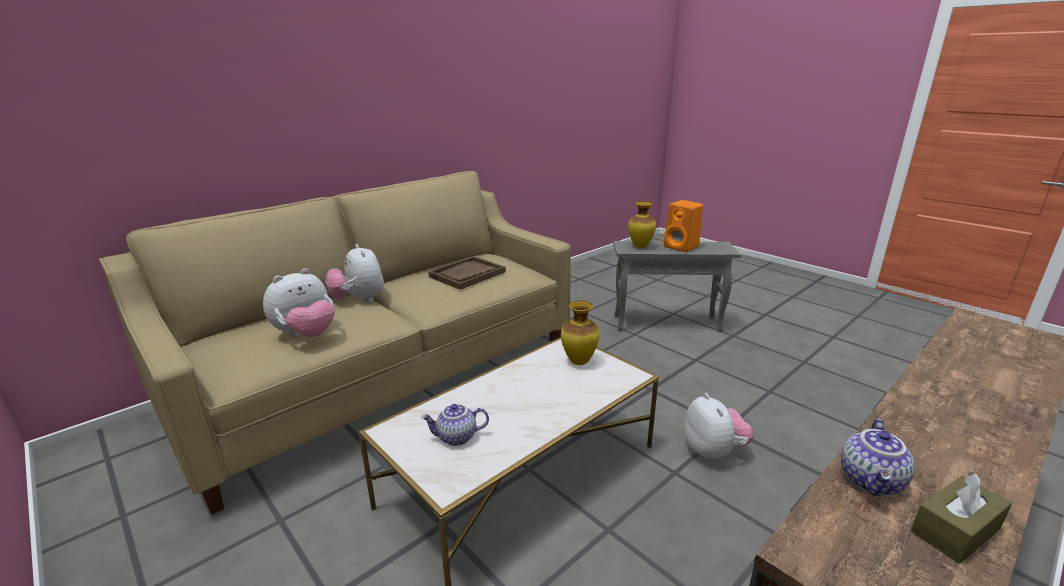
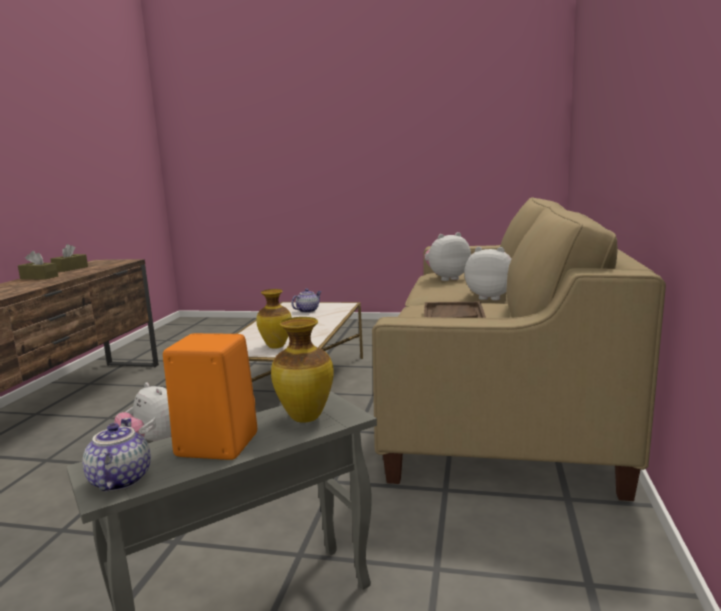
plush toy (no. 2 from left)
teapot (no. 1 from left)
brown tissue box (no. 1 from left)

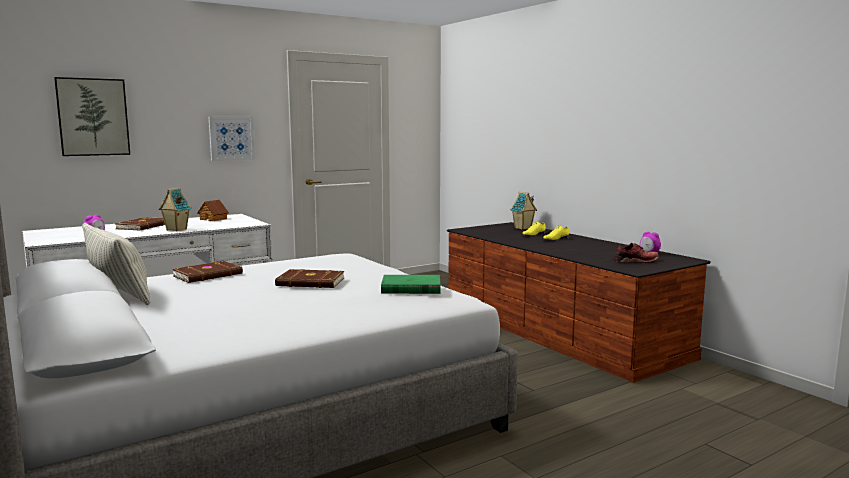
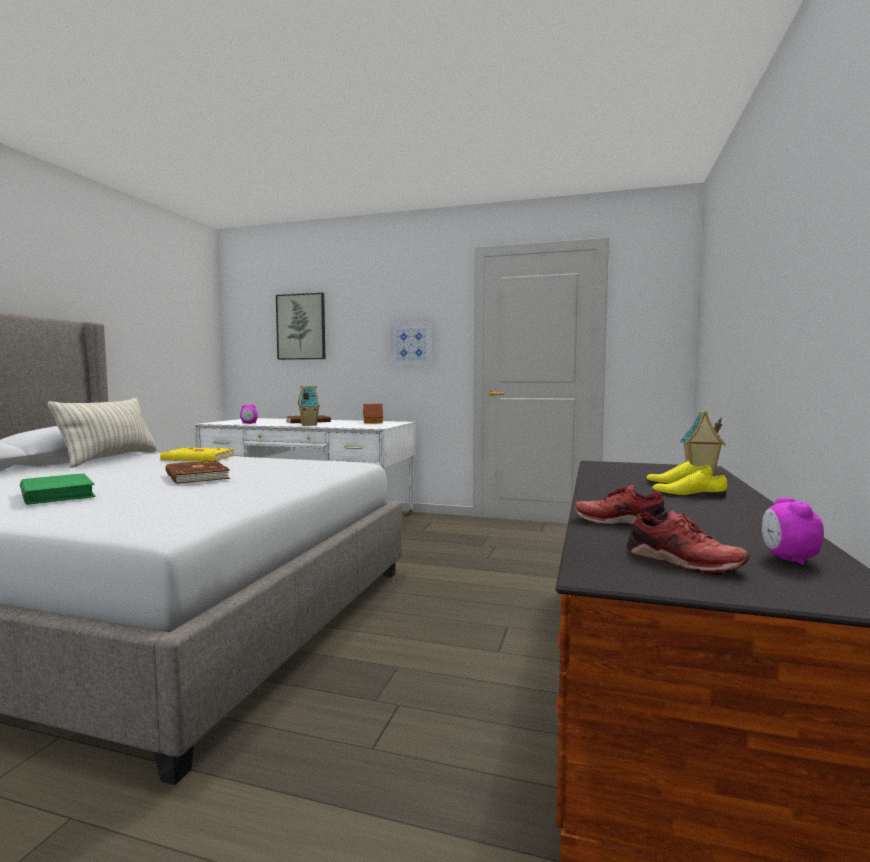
yellow book
green book
red shoe (no. 1 from left)

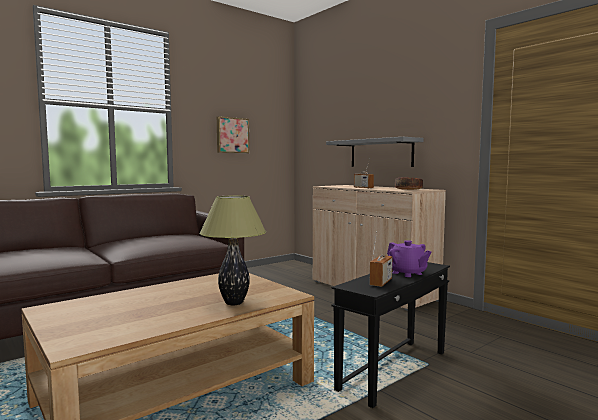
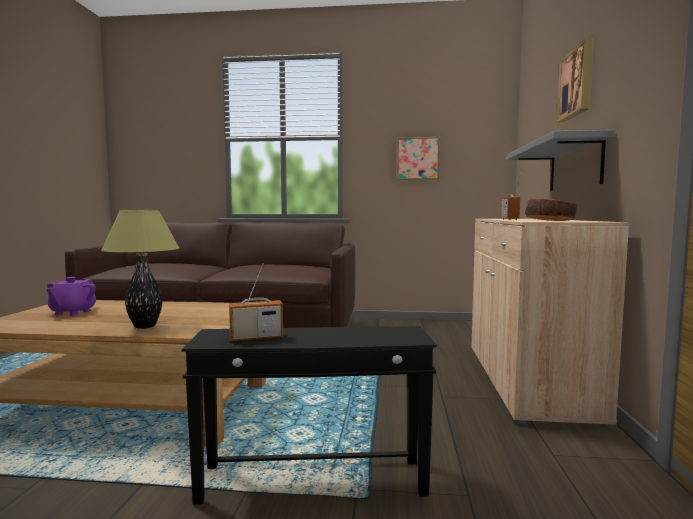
purple teapot
picture (no. 2 from left)

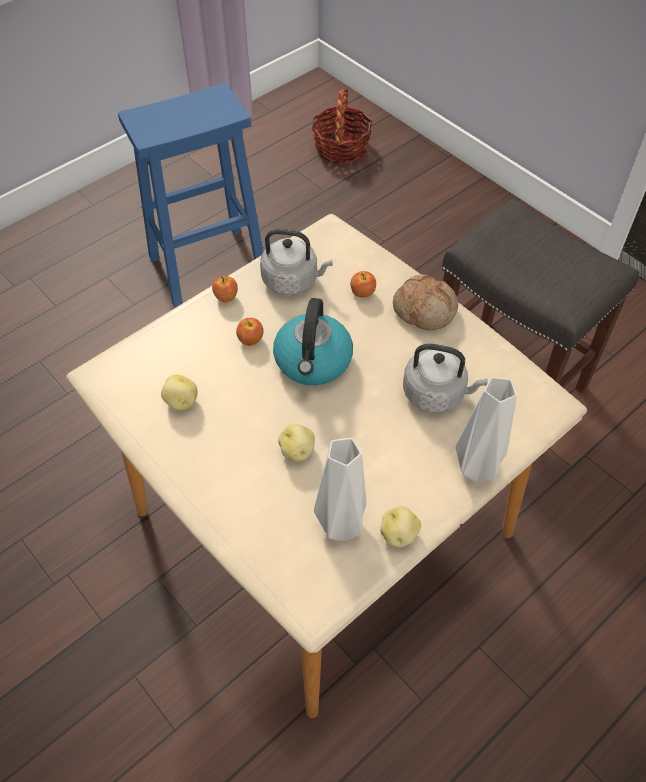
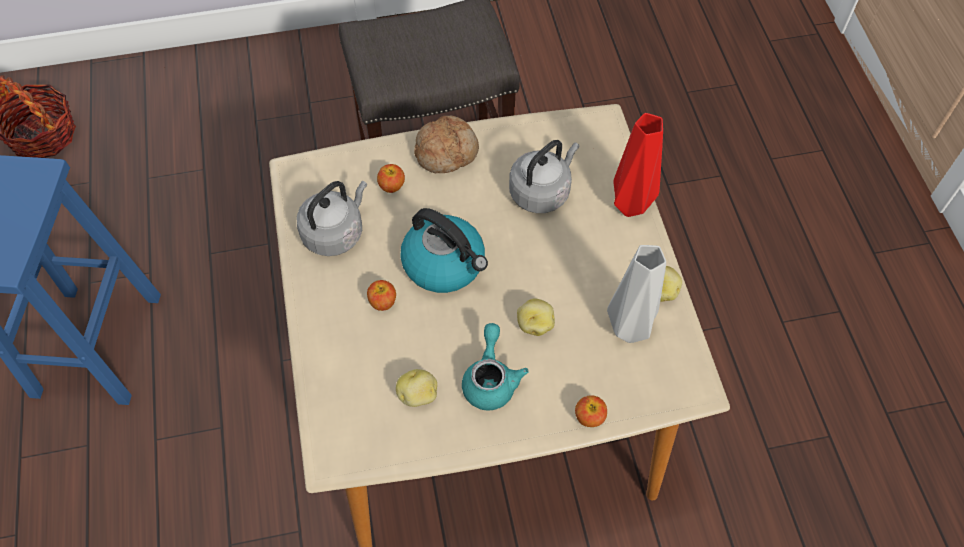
apple (no. 3 from left)
red vase
turquoise teapot

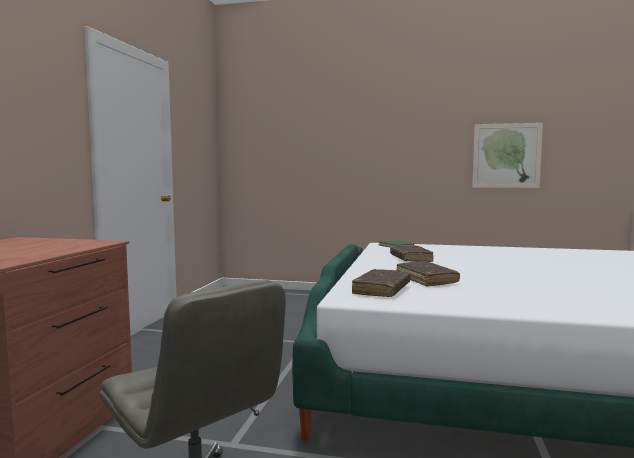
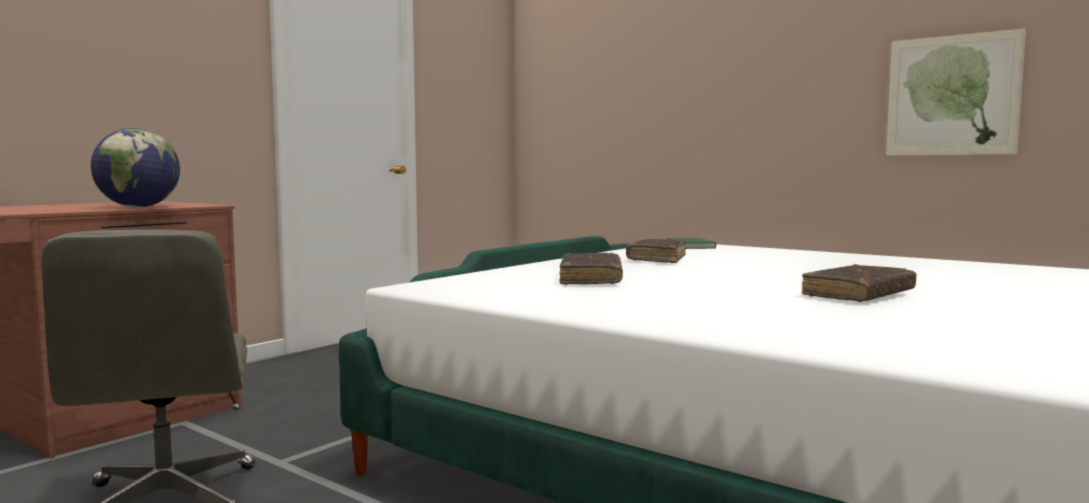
brown book (no. 3 from left)
globe

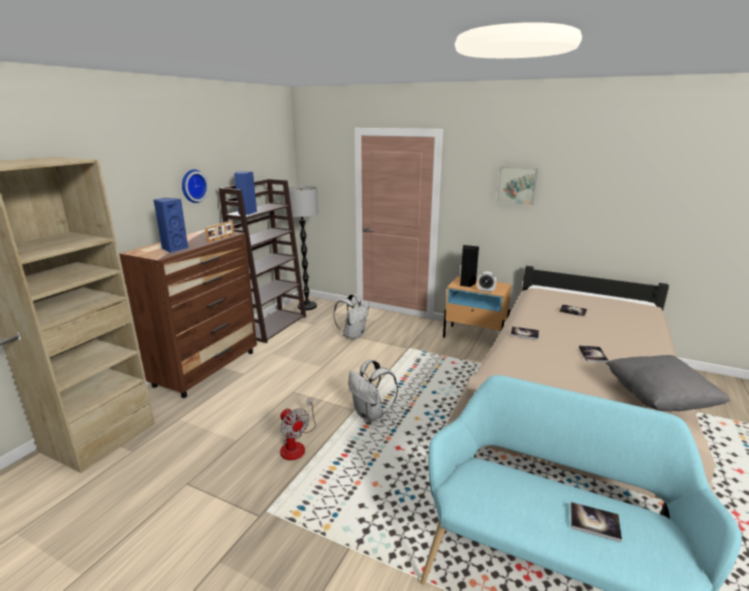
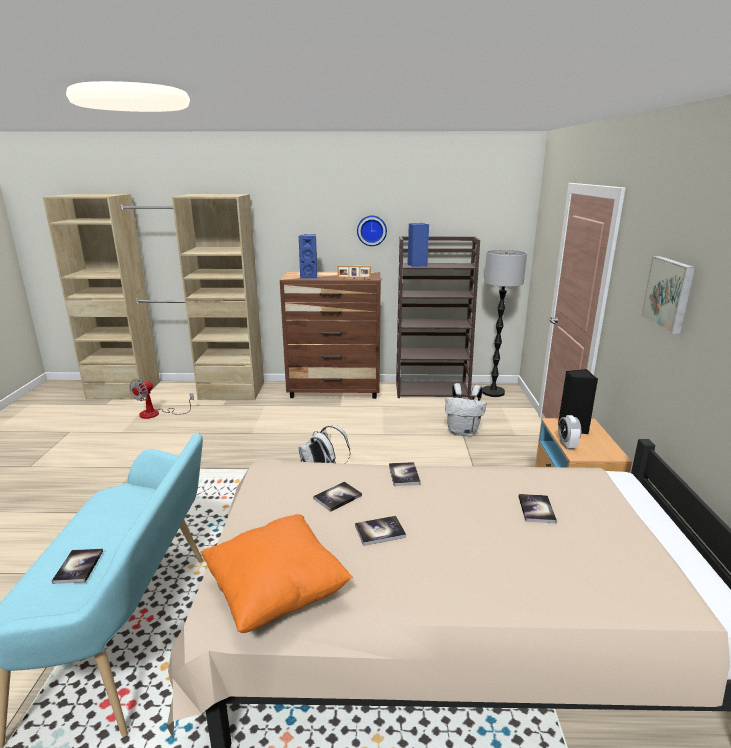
orange pillow
fan
book (no. 2 from left)

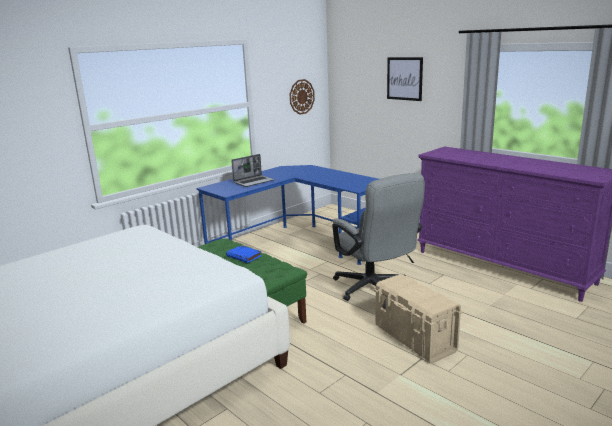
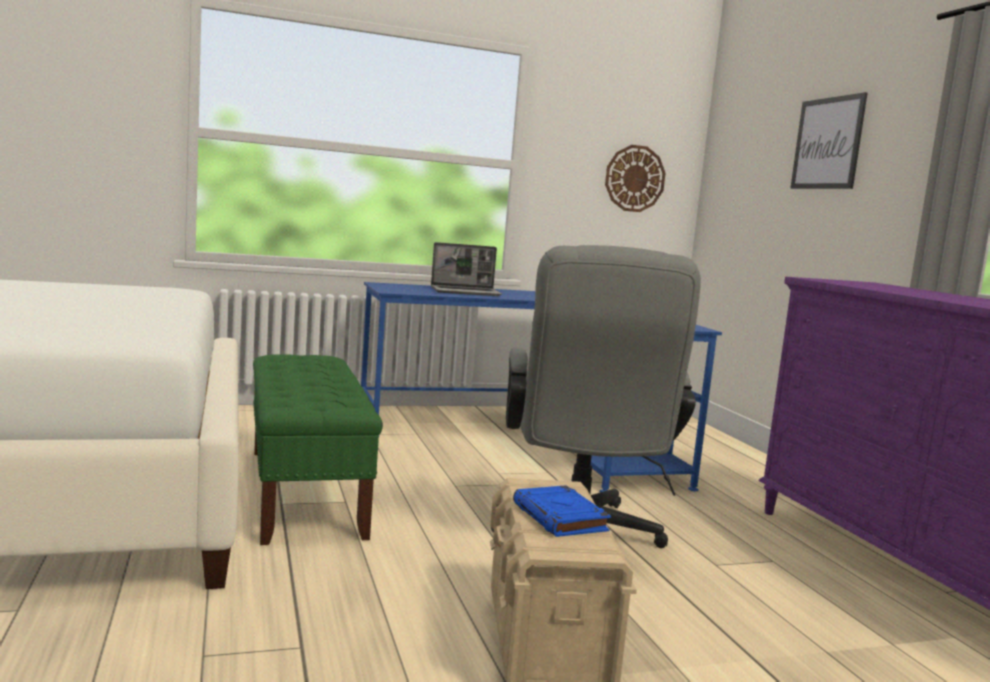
blue book

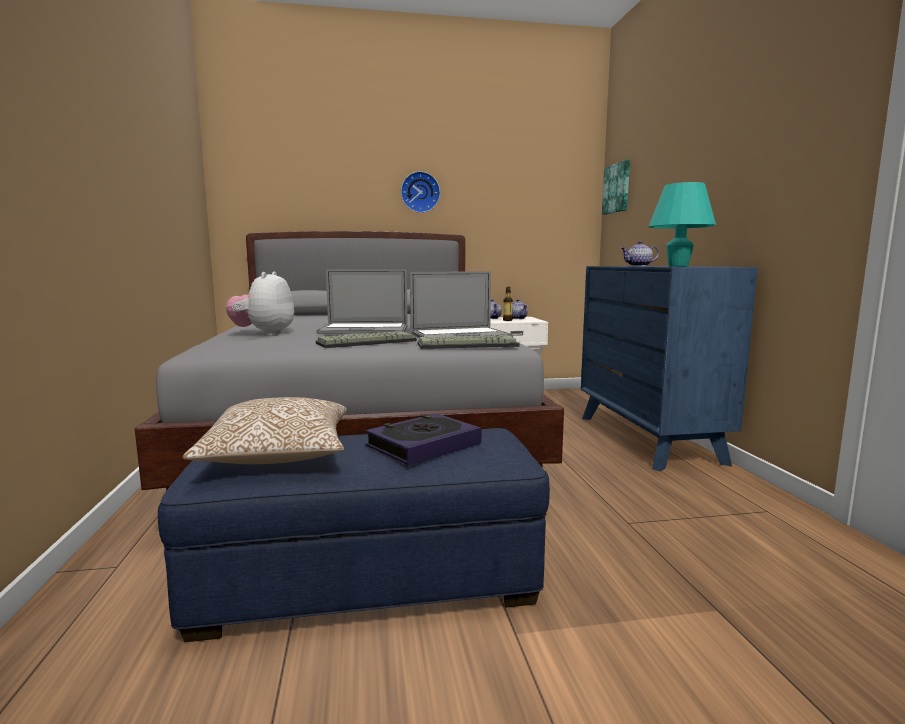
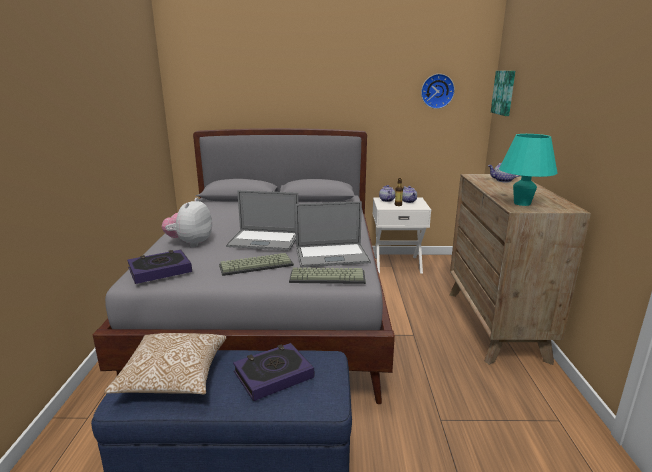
wall clock
brown dresser
book (no. 1 from left)

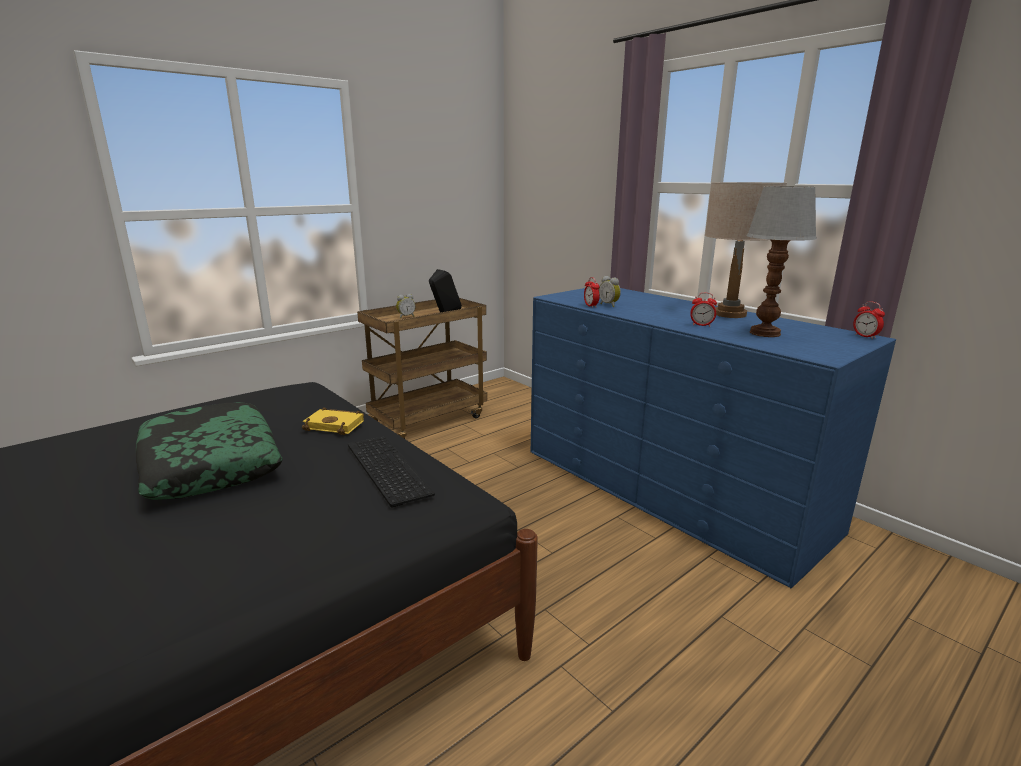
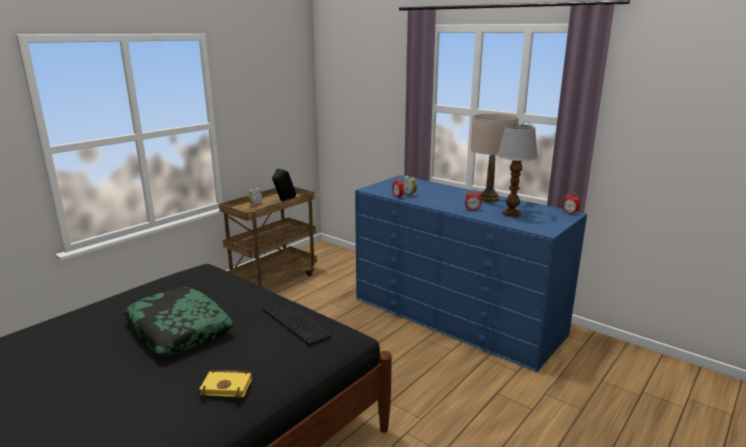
yellow book

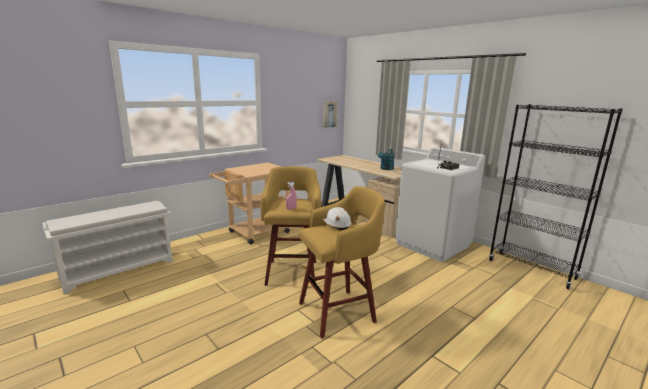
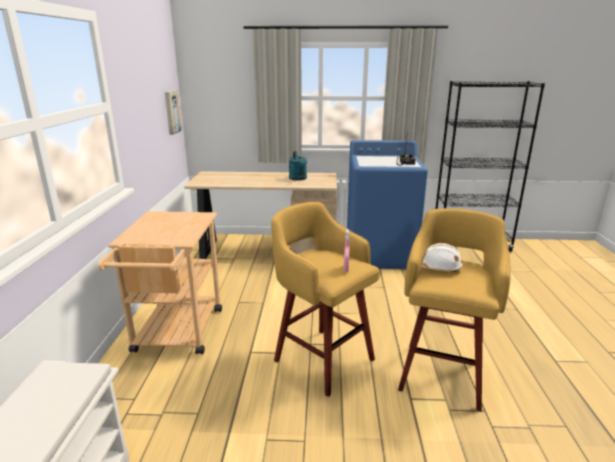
blue washing machine

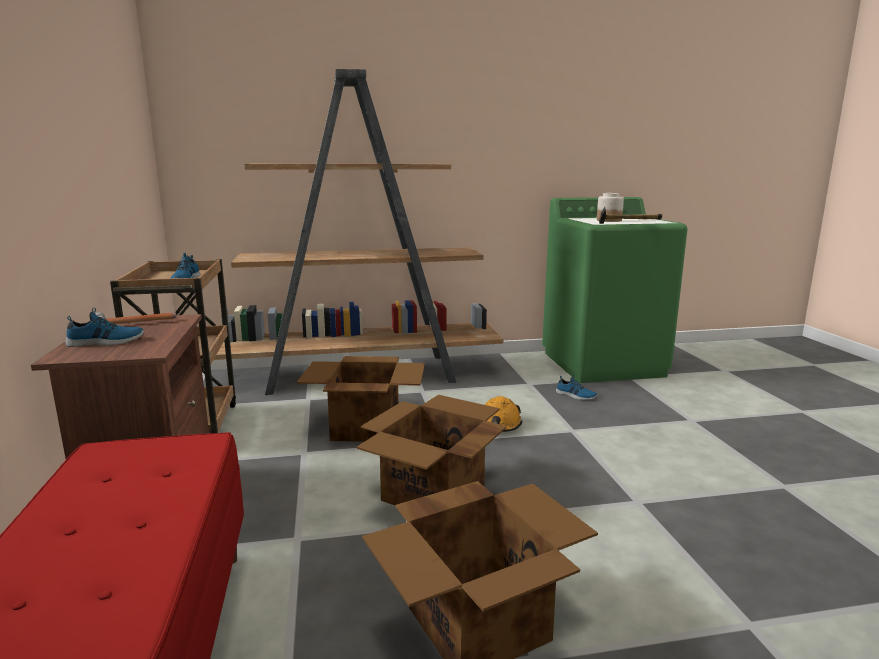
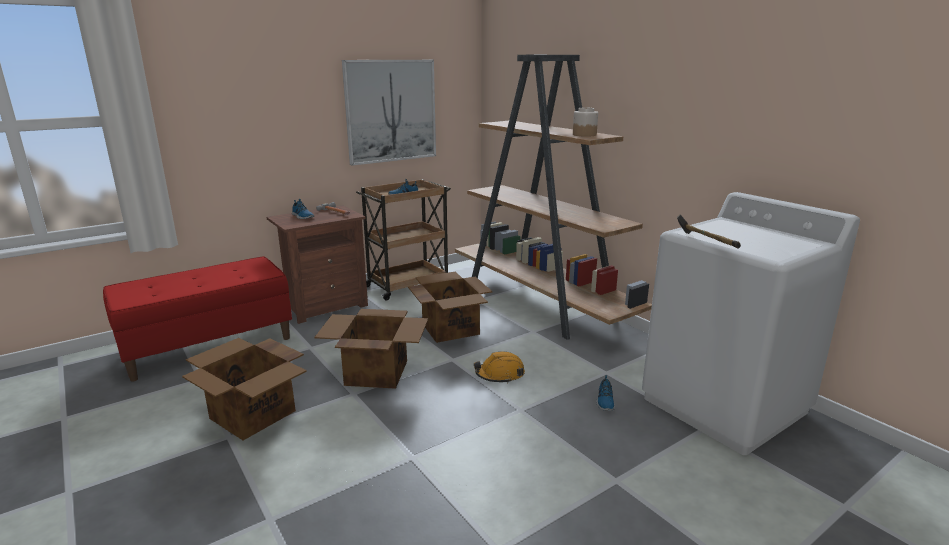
jar
white washing machine
picture

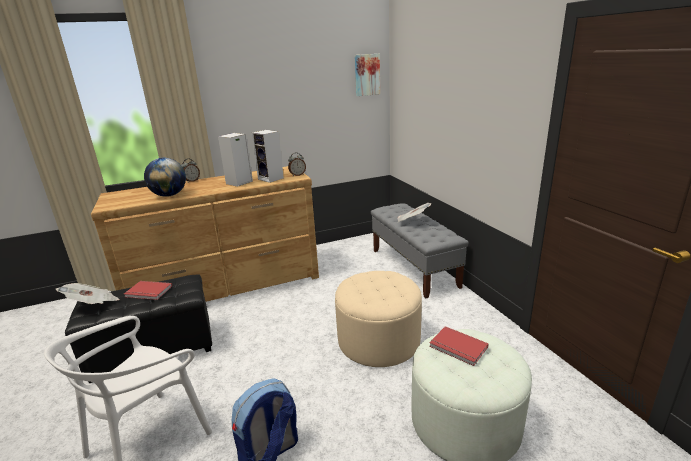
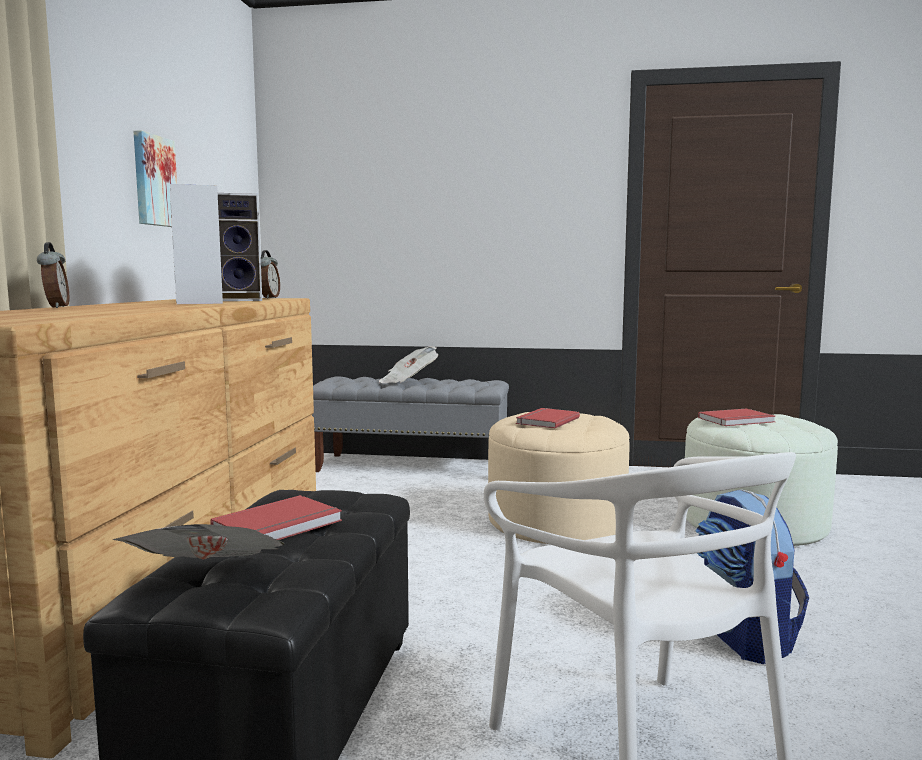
picture
globe
red book (no. 2 from left)

